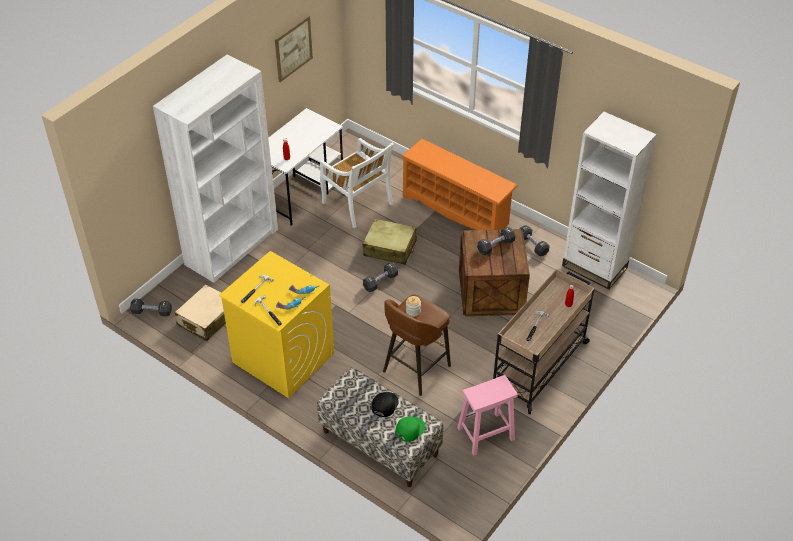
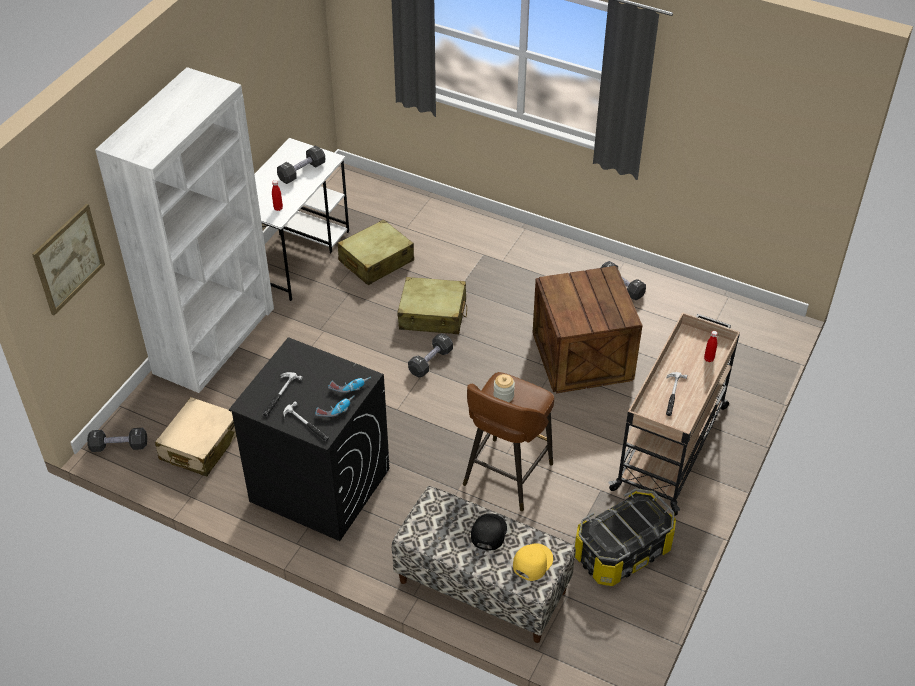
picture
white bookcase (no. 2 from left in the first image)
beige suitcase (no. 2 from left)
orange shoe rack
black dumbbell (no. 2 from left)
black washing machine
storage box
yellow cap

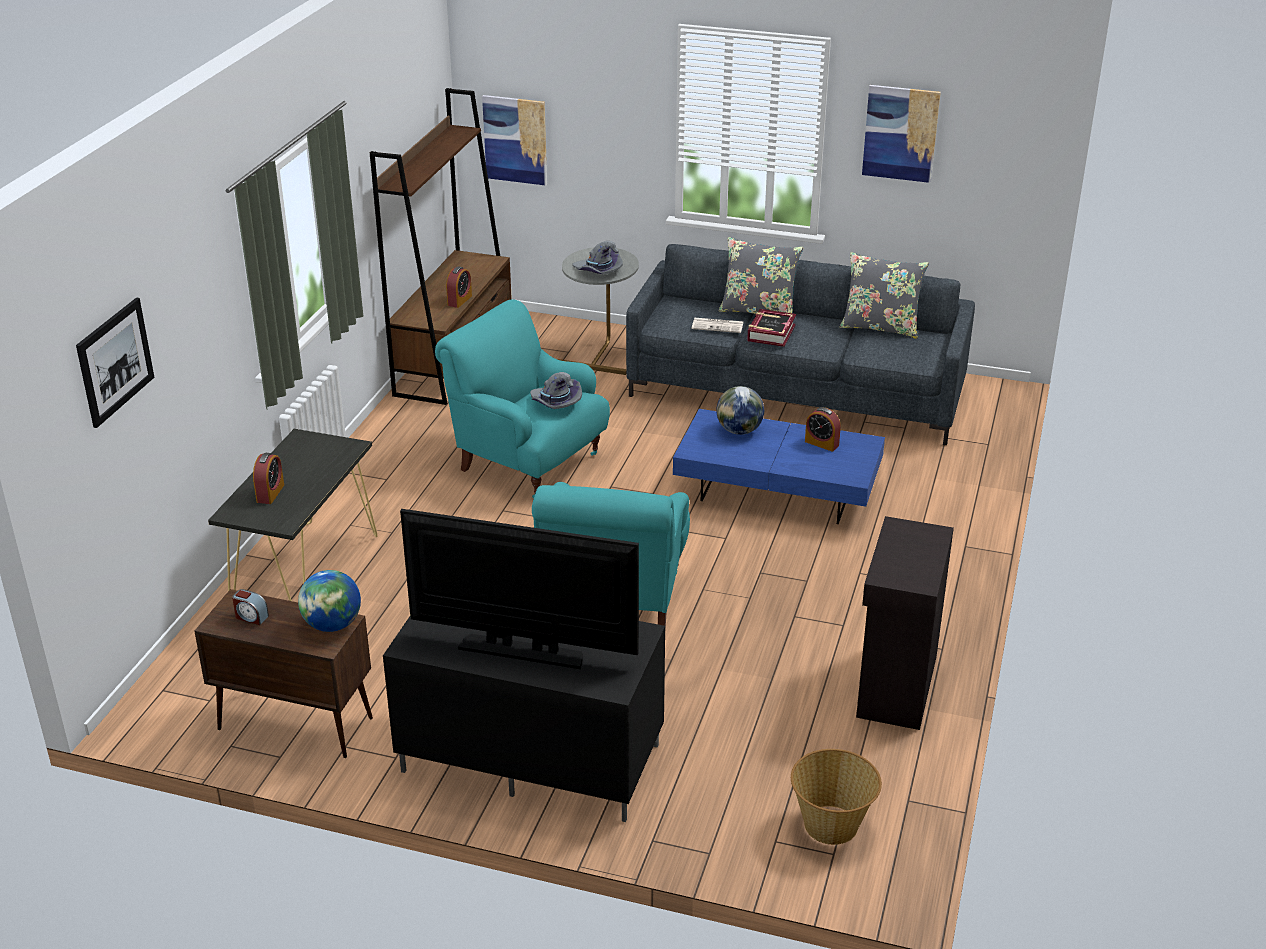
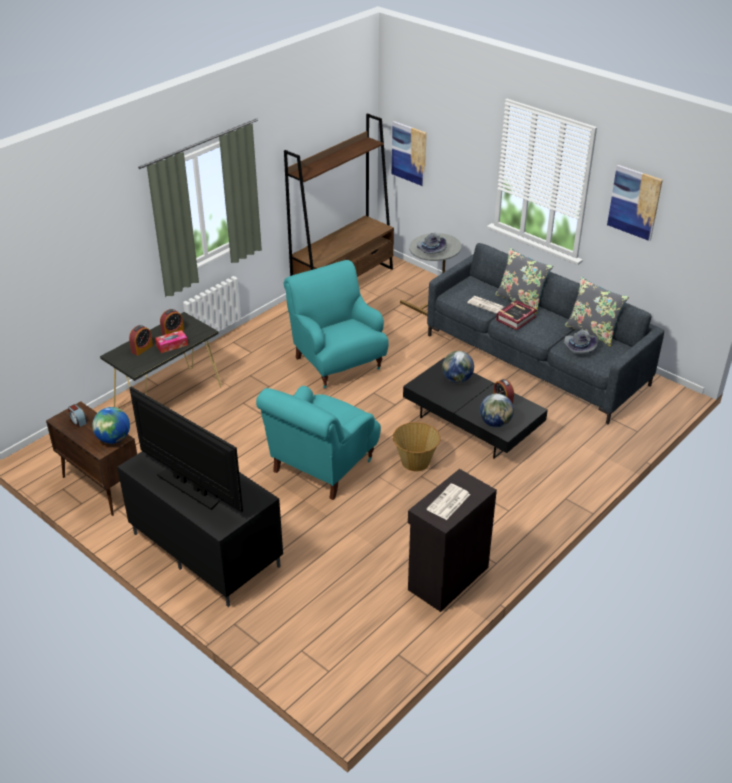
alarm clock (no. 3 from left)
picture (no. 1 from left in the first image)
grey hat (no. 2 from left)
black coffee table
basket
tissue box
globe (no. 3 from left)
newspaper (no. 1 from left)

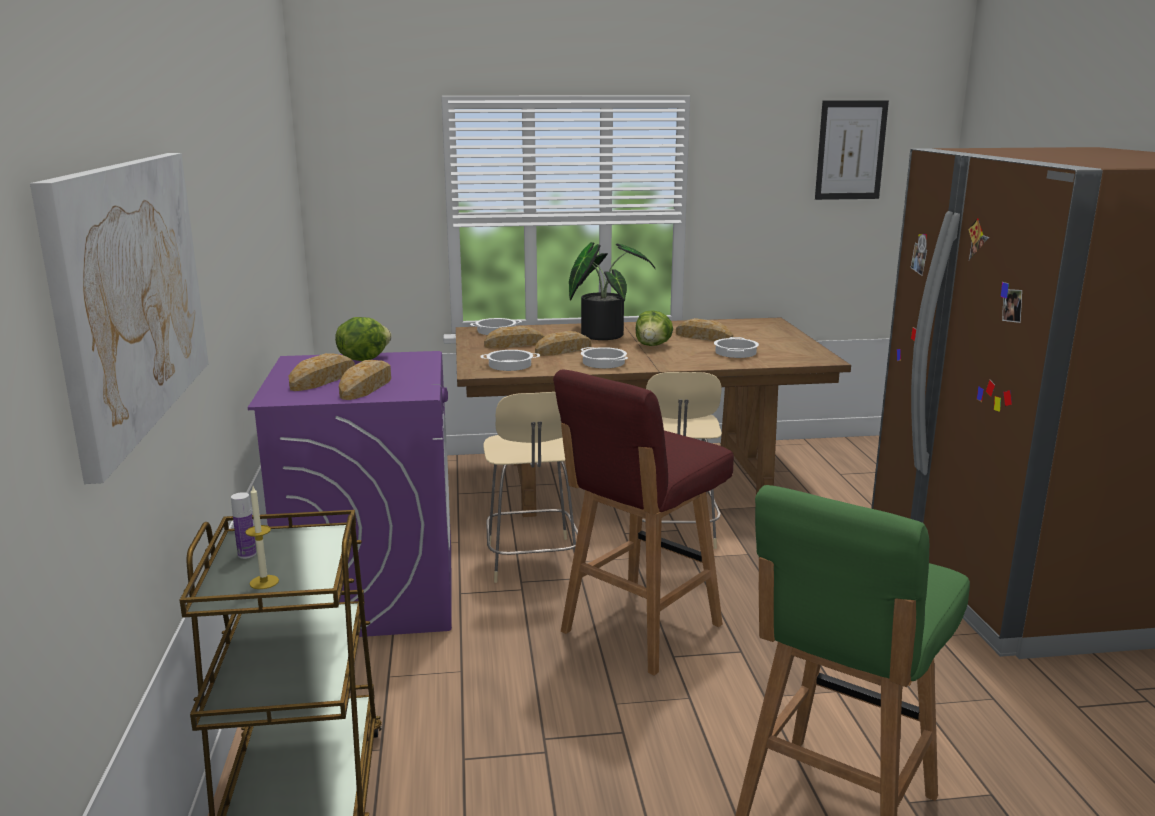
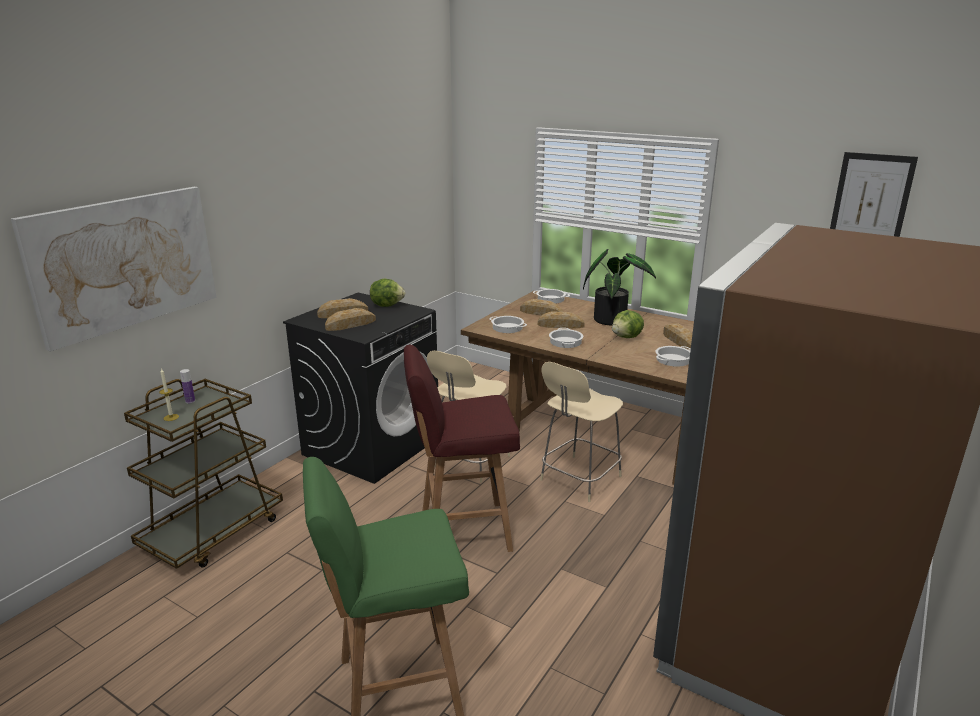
black washing machine

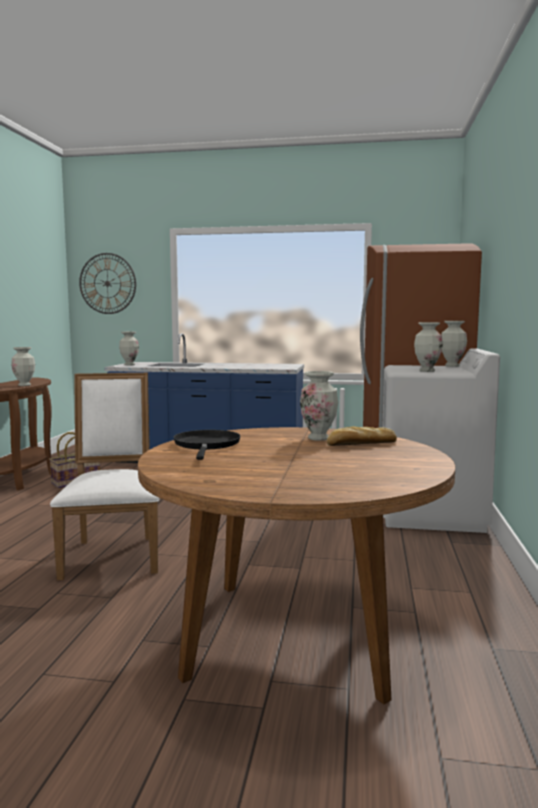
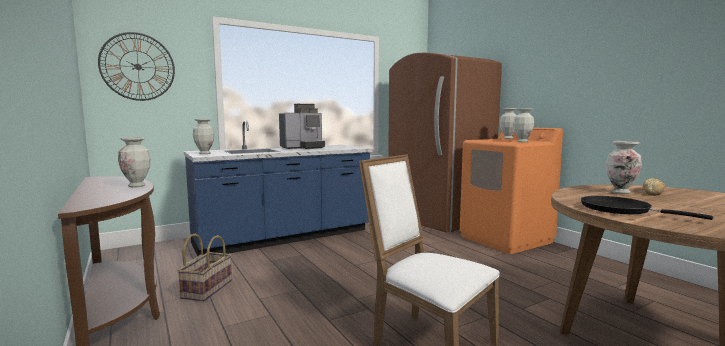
orange washing machine
coffee machine

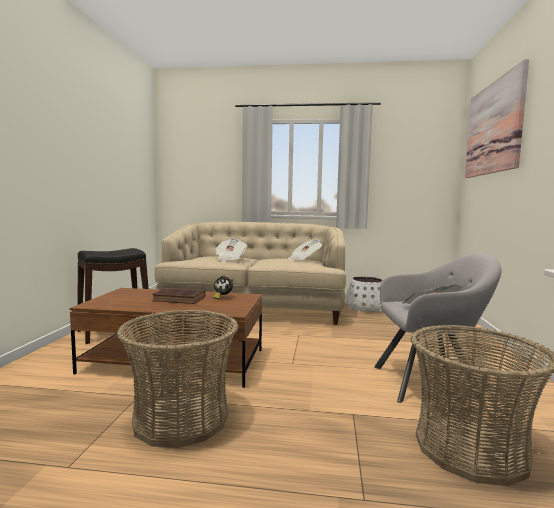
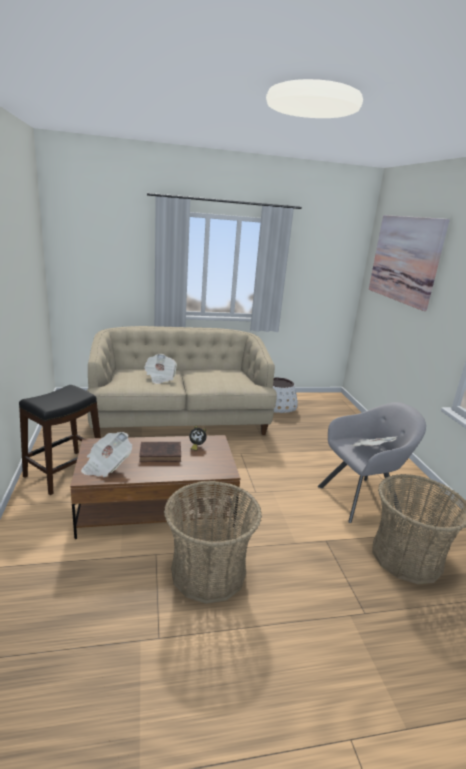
newspaper (no. 1 from left)

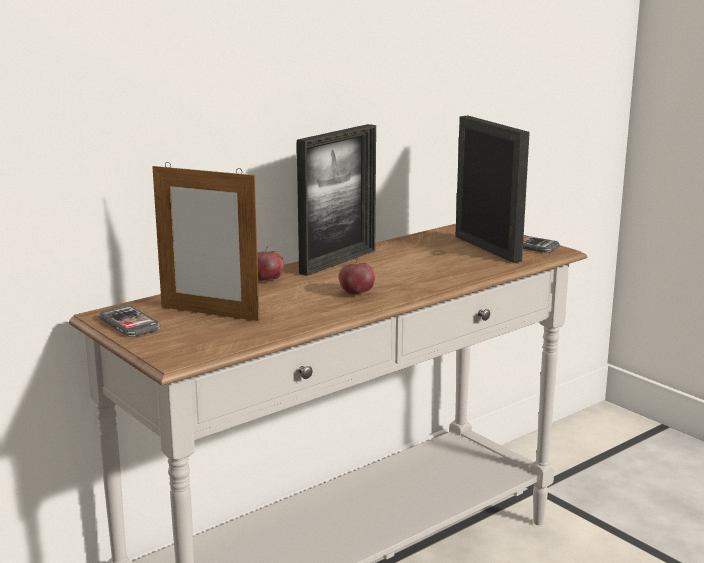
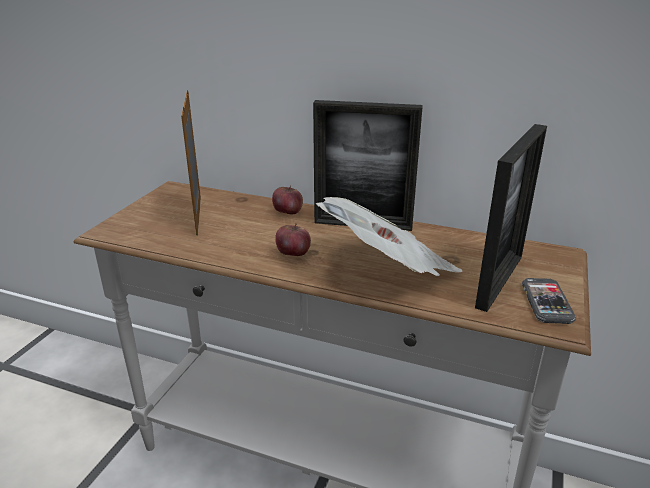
phone (no. 1 from left in the first image)
newspaper

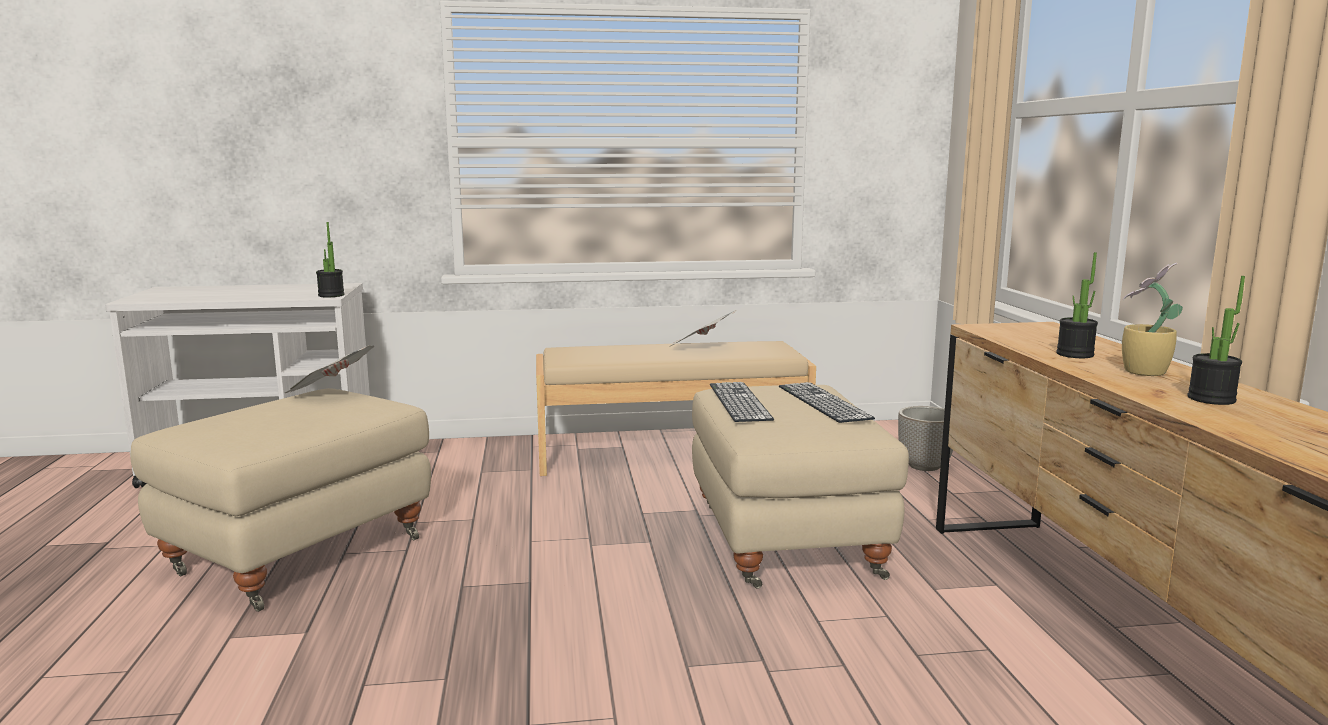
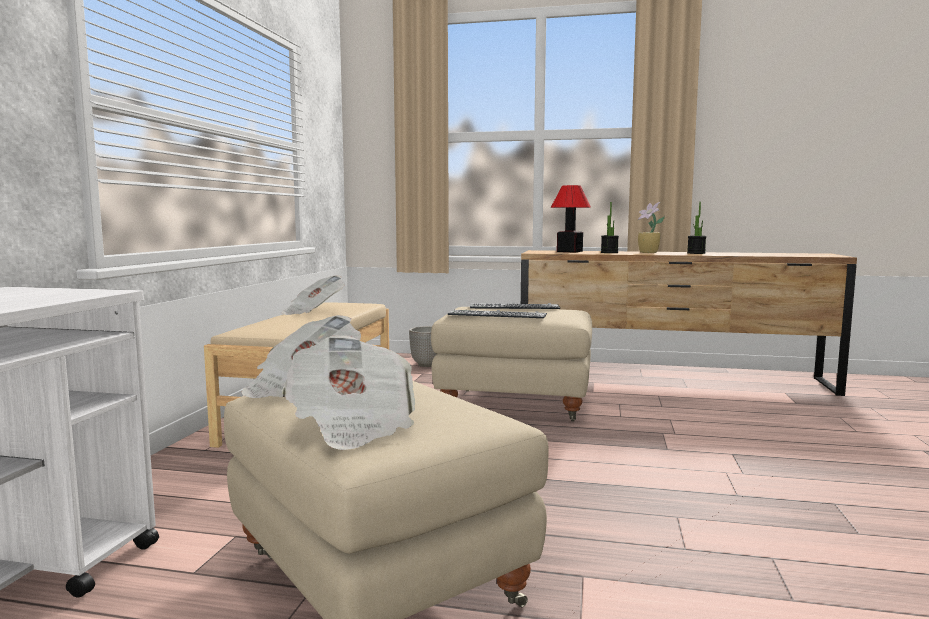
potted plant (no. 1 from left in the first image)
table lamp
newspaper (no. 3 from left)

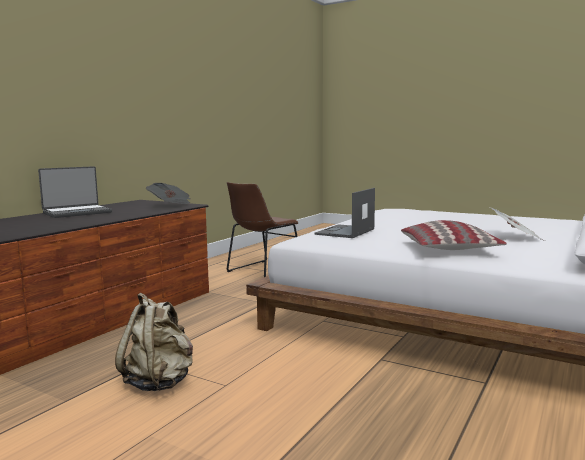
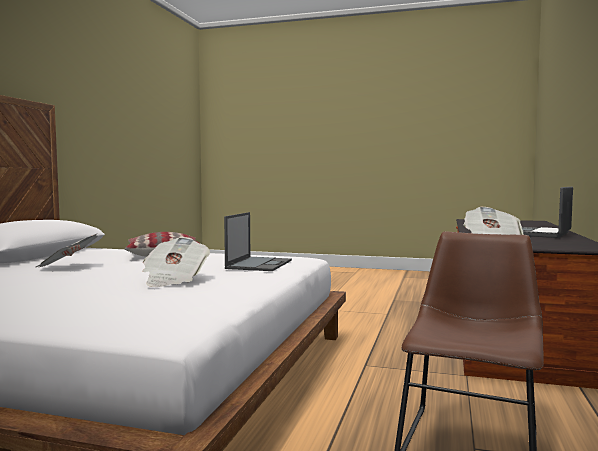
beige backpack
newspaper (no. 2 from left)

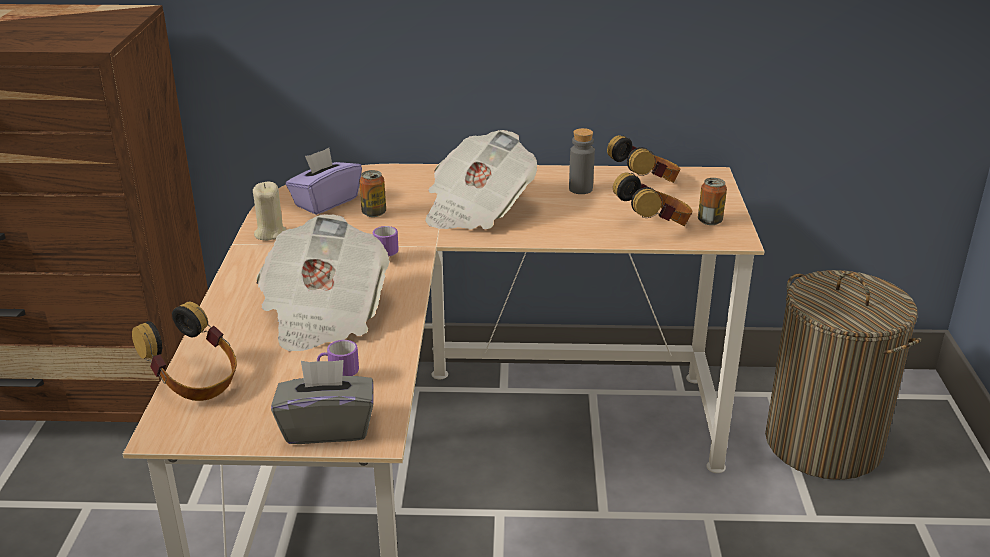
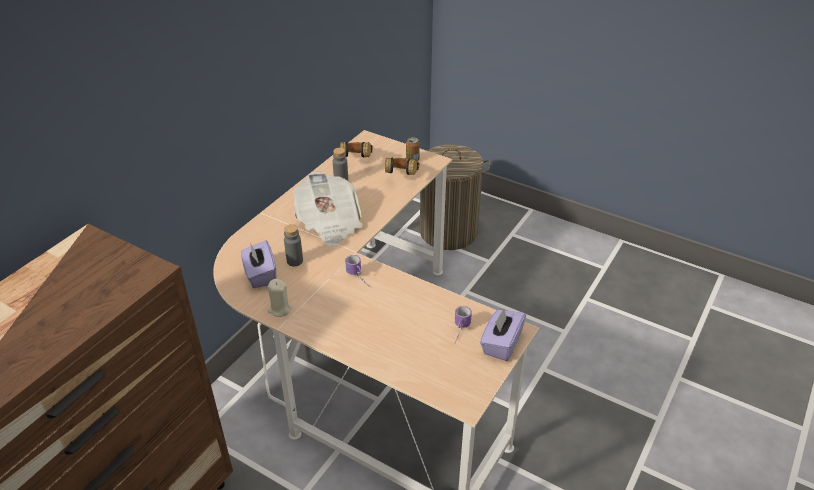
grey bottle (no. 1 from left)
newspaper (no. 1 from left in the first image)
headphones (no. 1 from left in the first image)
purple tissue box (no. 2 from left)

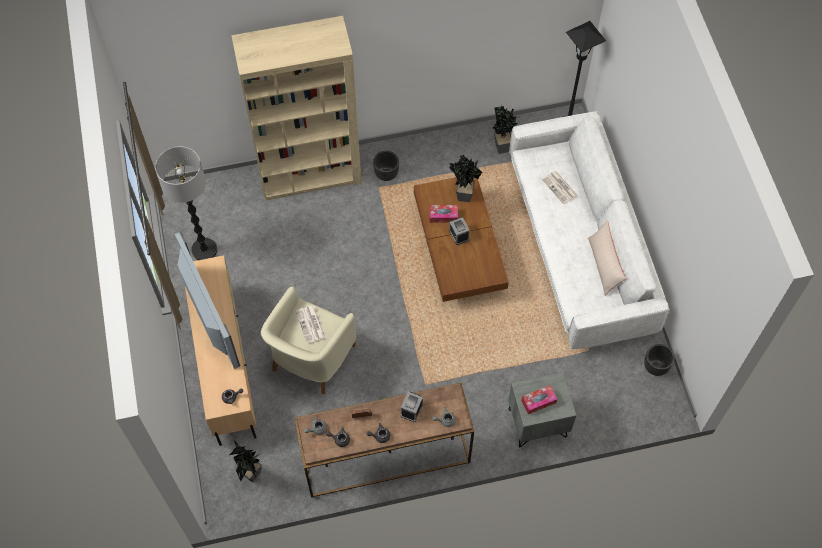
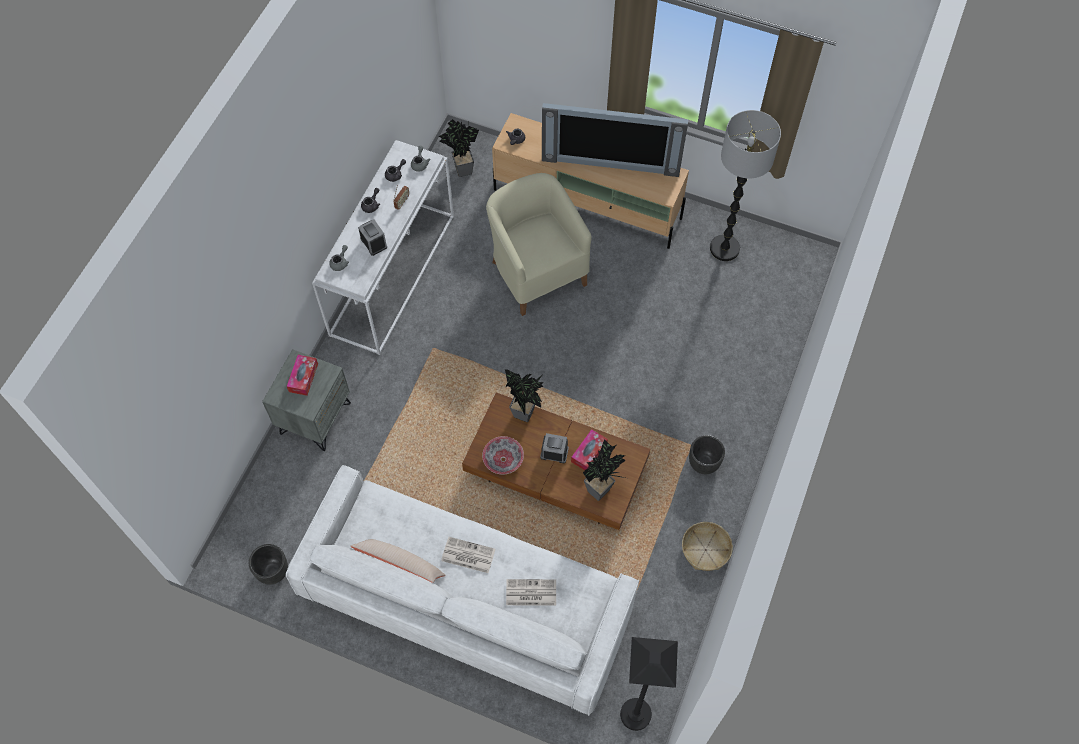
beige bookcase
potted plant (no. 2 from left)
newspaper (no. 1 from left)
white console table
bowl
basket

